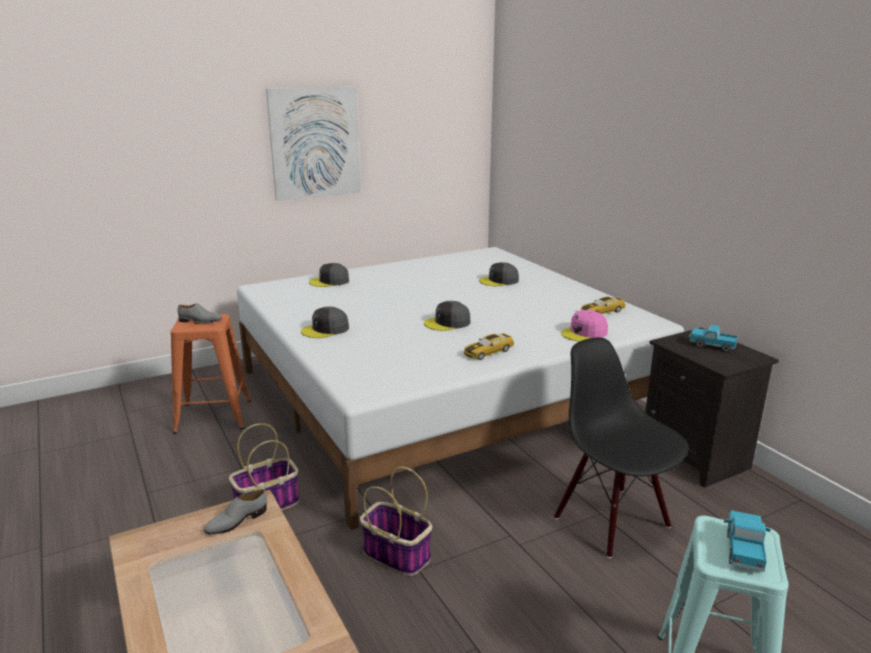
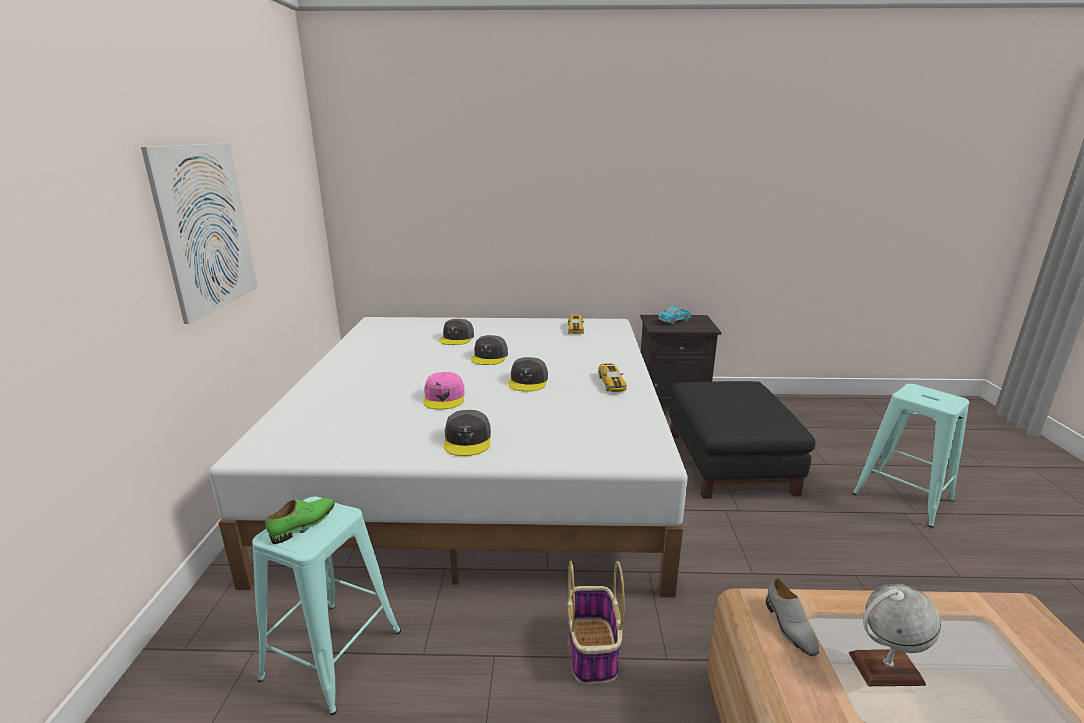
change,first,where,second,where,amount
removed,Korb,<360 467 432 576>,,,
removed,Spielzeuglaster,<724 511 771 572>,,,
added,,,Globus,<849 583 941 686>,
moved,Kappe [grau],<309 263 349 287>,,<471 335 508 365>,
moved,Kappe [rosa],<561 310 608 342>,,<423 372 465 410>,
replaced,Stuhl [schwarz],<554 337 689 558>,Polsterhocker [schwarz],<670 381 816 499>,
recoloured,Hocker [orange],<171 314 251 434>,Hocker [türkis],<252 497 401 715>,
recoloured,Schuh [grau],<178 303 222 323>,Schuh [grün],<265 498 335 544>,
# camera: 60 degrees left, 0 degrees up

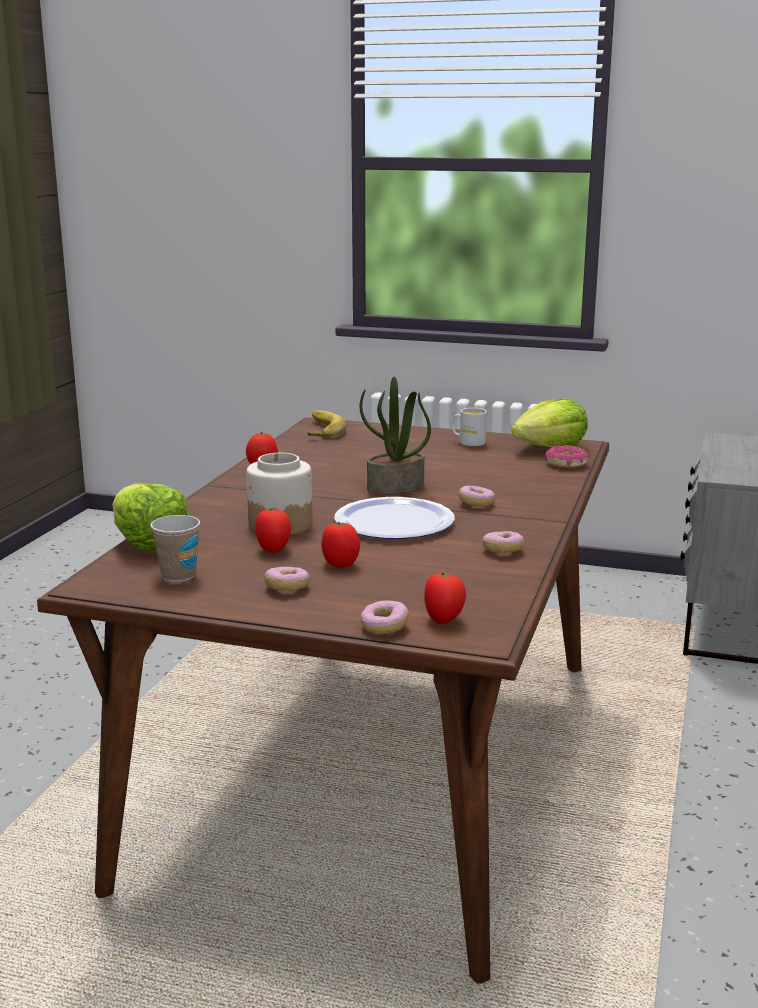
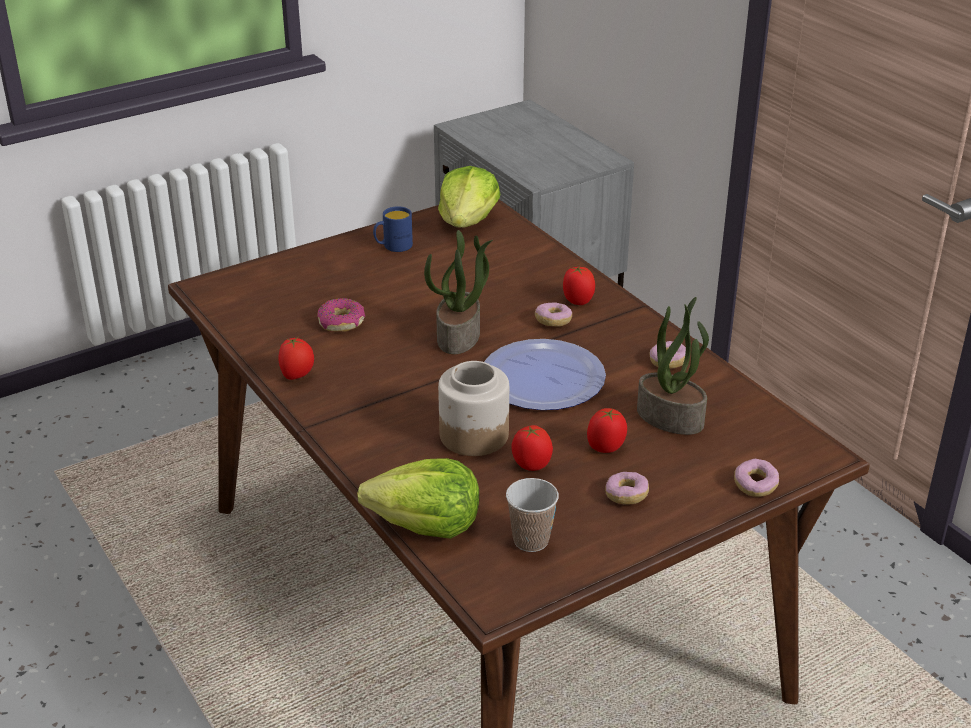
change,first,where,second,where,amount
removed,Banane,<308 411 347 439>,,,
added,,,Topfpflanze,<637 297 709 435>,
moved,Tomate,<424 572 466 624>,,<563 267 595 305>,
moved,Donut,<545 445 589 468>,,<317 298 365 332>,
recoloured,Henkelbecher [weiß],<451 408 487 446>,Henkelbecher [blau],<373 206 413 252>,
# camera: 50 degrees left, 15 degrees up

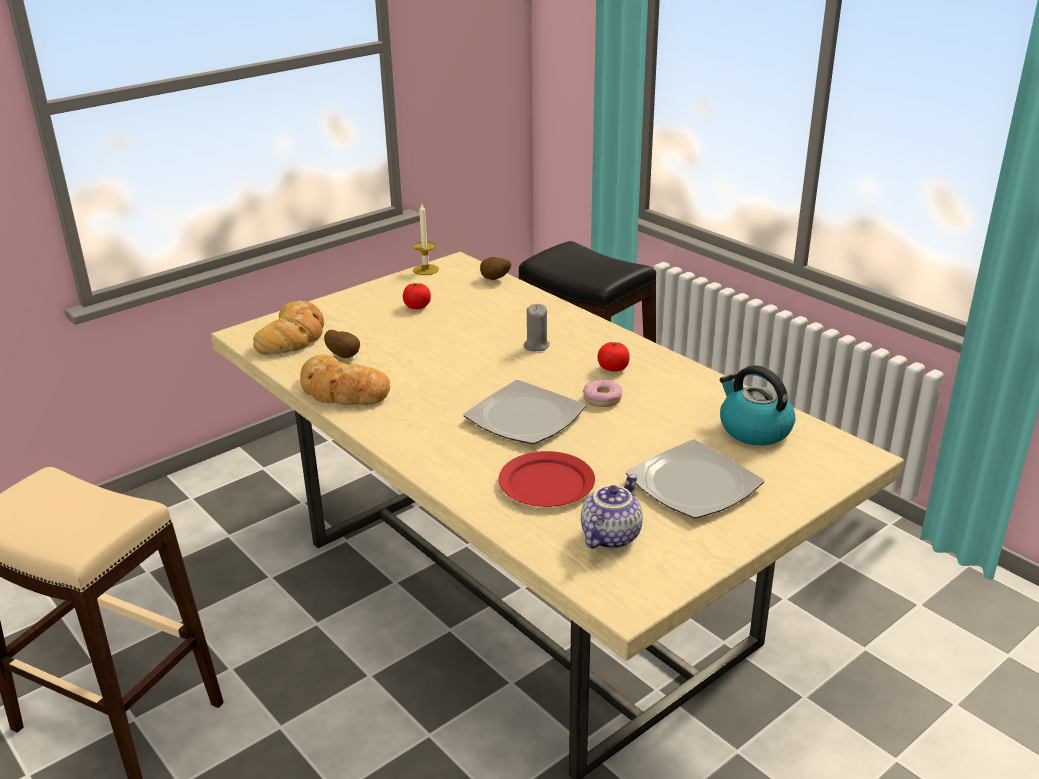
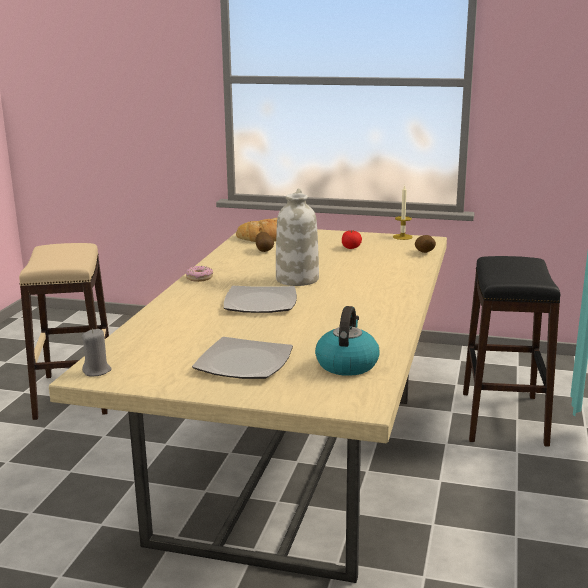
change,first,where,second,where,amount
removed,Brot,<300 354 390 405>,,,
removed,Teller [rot],<498 451 595 507>,,,
removed,Teekanne,<581 474 643 549>,,,
removed,Tomate,<597 342 630 372>,,,
added,,,Vase [weiß],<276 188 319 286>,
moved,Kerze [grau],<524 304 550 351>,,<82 329 112 376>,
moved,Donut,<583 380 622 407>,,<186 266 213 282>,
# camera: 55 degrees right, 10 degrees down

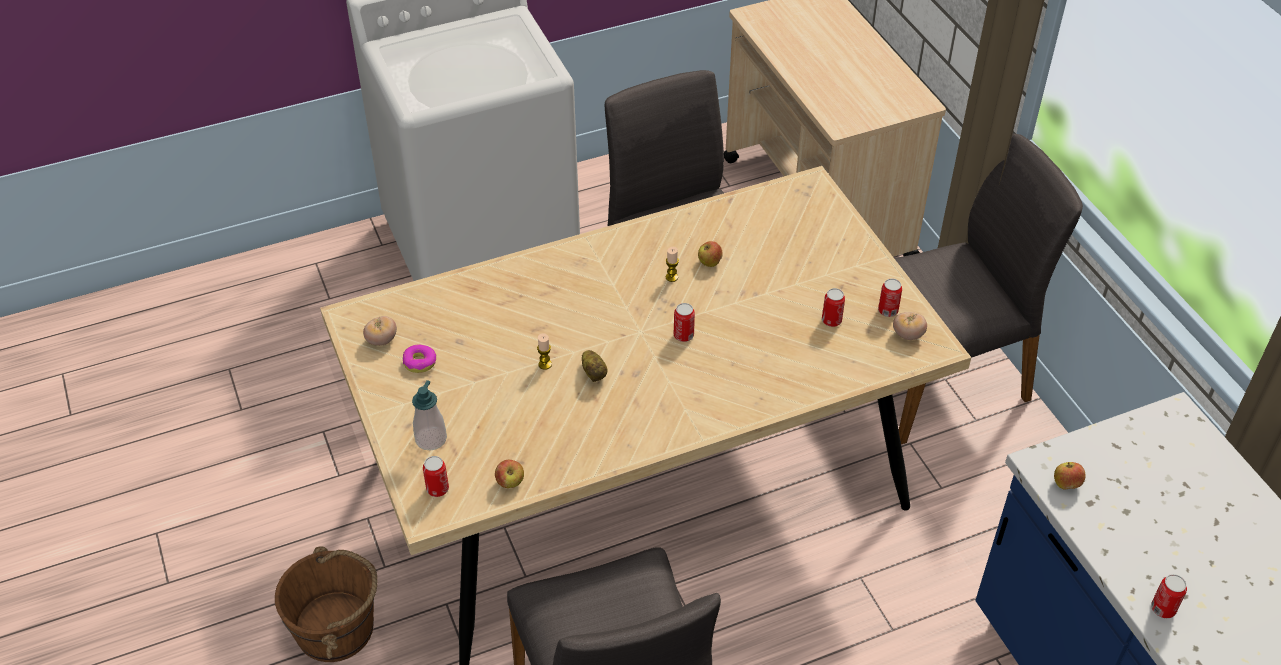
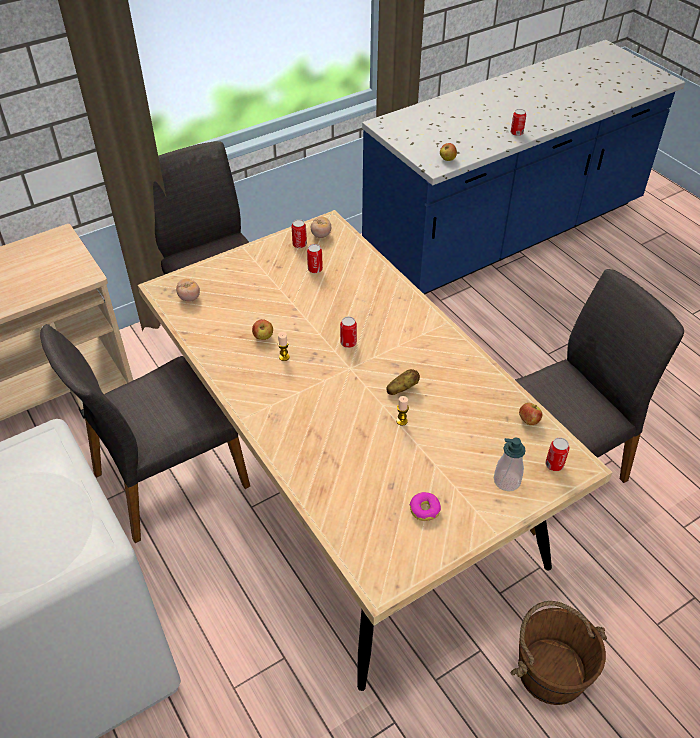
change,first,where,second,where,amount
moved,Tomate,<363 316 397 346>,,<176 279 200 302>,
# camera: 100 degrees left, 0 degrees up

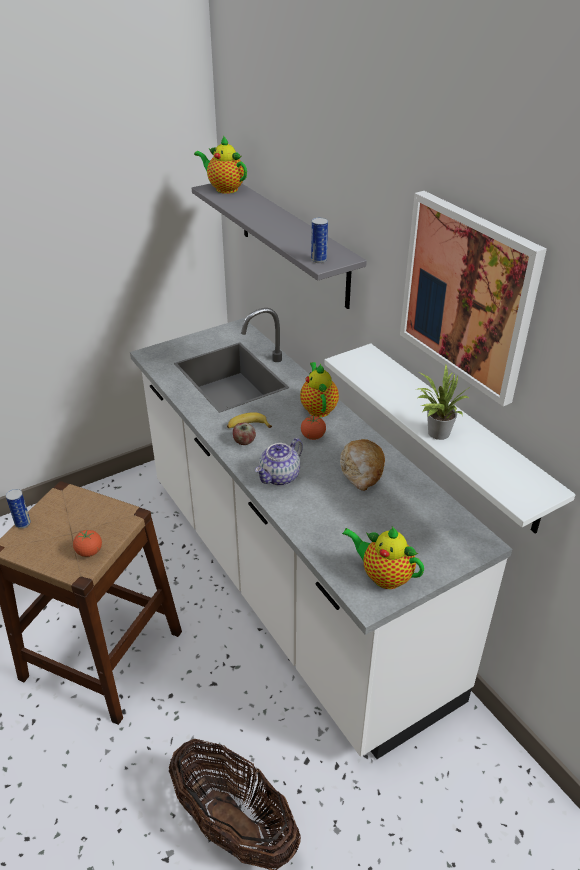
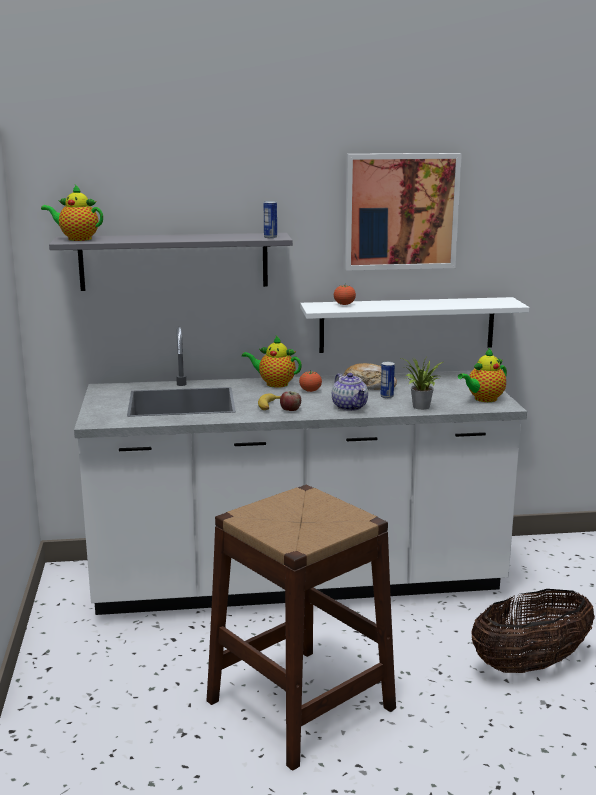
change,first,where,second,where,amount
moved,Dose,<6 489 31 529>,,<380 362 395 398>,
moved,Tomate,<73 529 102 557>,,<334 285 356 305>,
moved,Topfpflanze,<416 365 470 440>,,<401 358 443 410>,
turned,Teekanne,<194 136 247 194>,,<41 185 103 241>,45 degrees clockwise
# camera: 65 degrees left, 20 degrees down

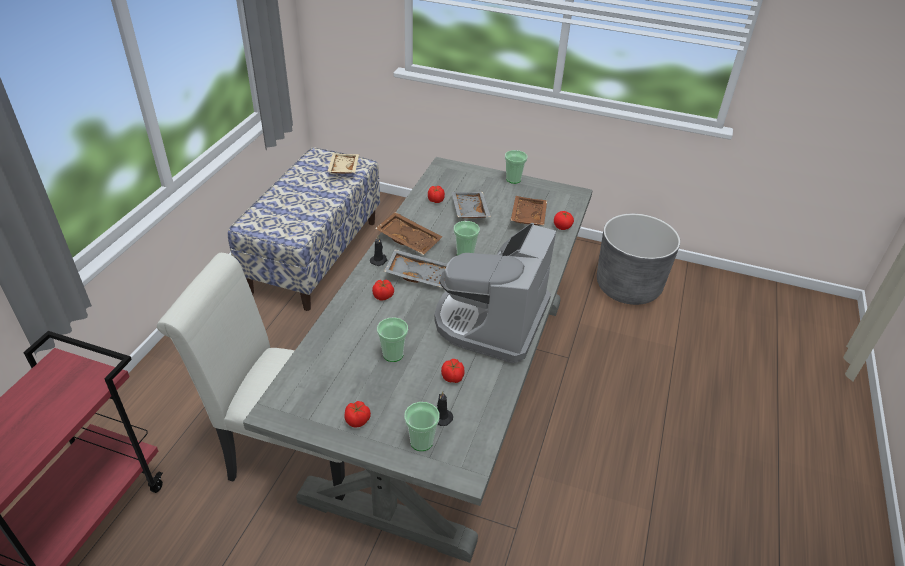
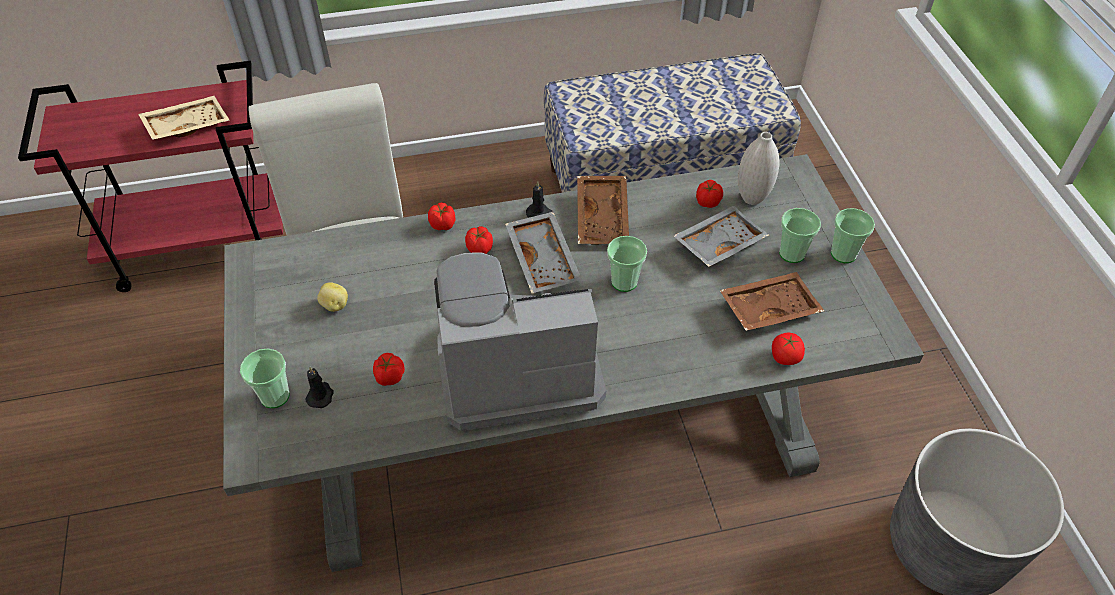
change,first,where,second,where,amount
added,,,Kartoffel,<317 282 348 312>,
added,,,Vase [weiß],<738 132 780 205>,
moved,Tablett [beige],<327 153 359 174>,,<138 96 230 140>,
moved,Tomate,<344 401 371 428>,,<428 202 455 230>,
moved,Tasse,<377 318 408 362>,,<779 208 821 263>,
# camera: 60 degrees right, 10 degrees up

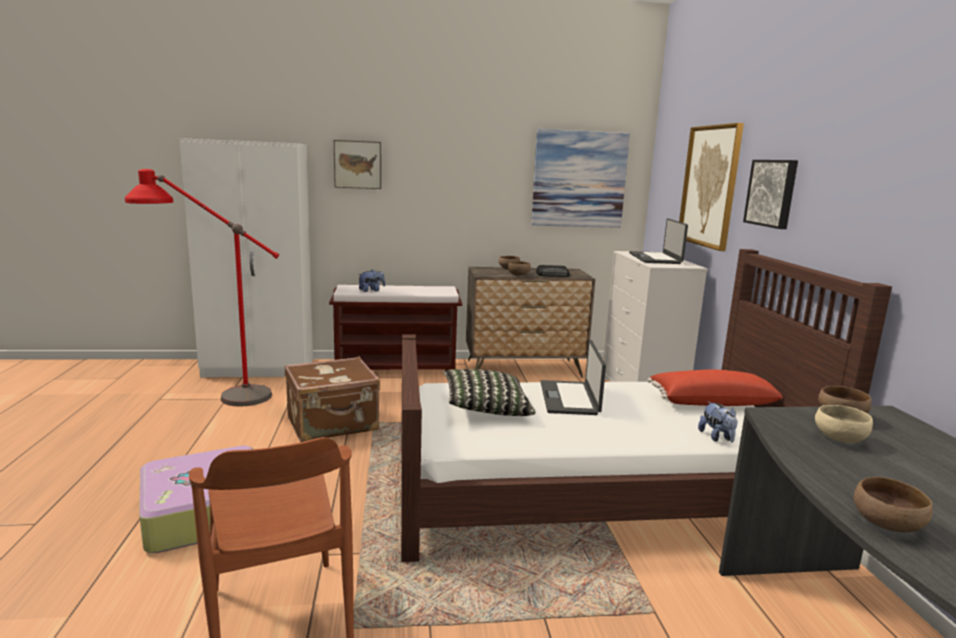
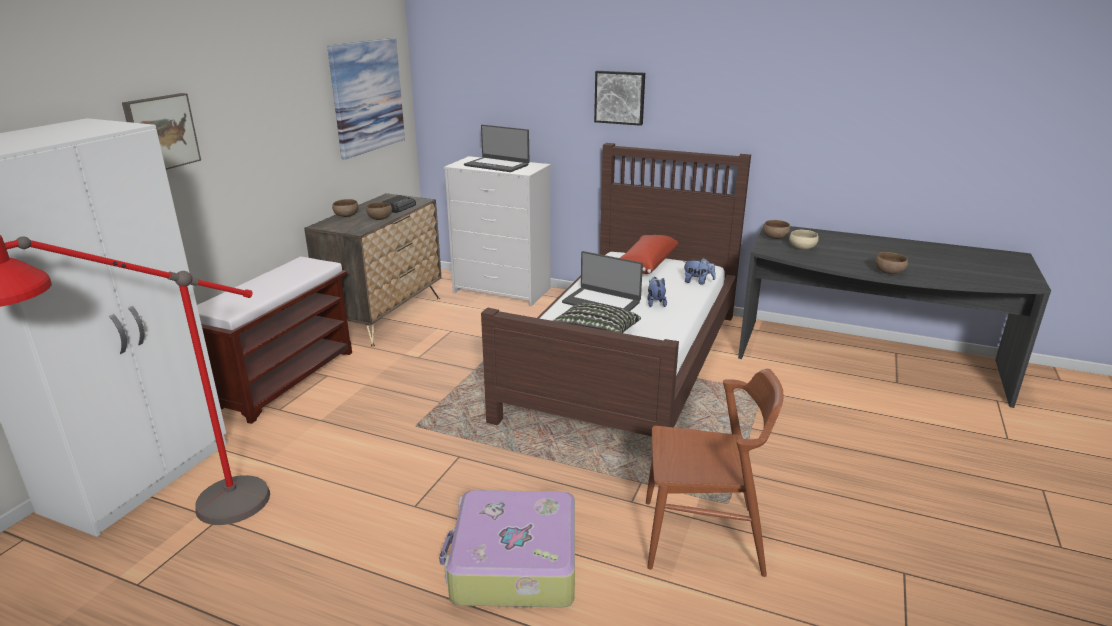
change,first,where,second,where,amount
removed,Koffer [braun],<284 356 380 442>,,,
removed,Bild,<679 123 744 251>,,,
moved,Plüschtier,<358 270 385 292>,,<647 277 667 307>,
# camera: 60 degrees left, 10 degrees up

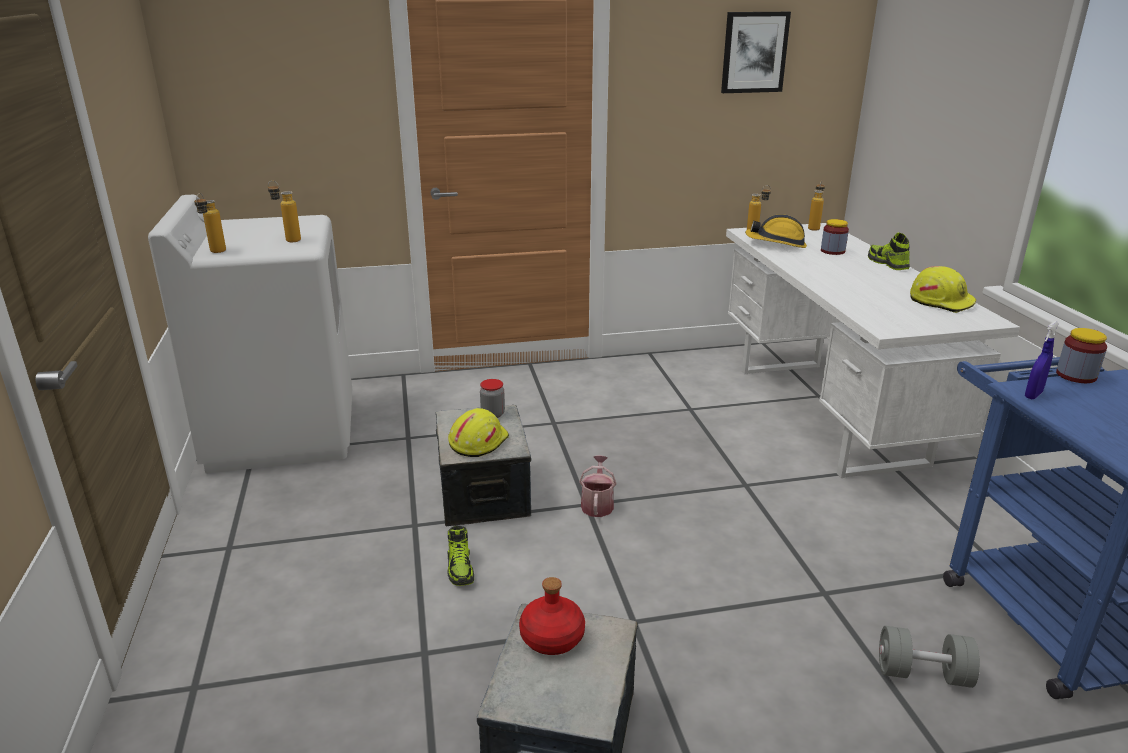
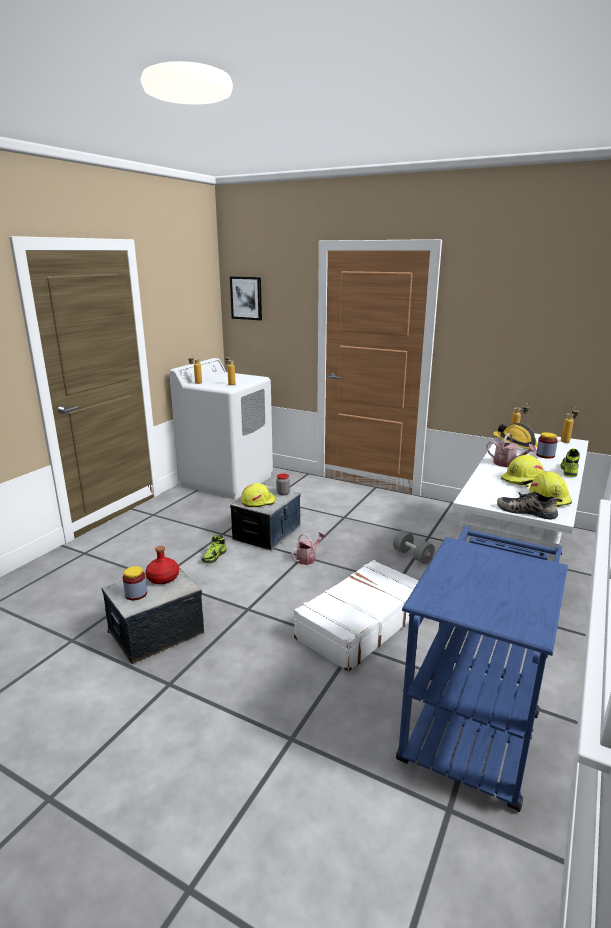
change,first,where,second,where,amount
removed,Sprühflasche [blau],<1025 321 1059 399>,,,
added,,,Koffer [weiß],<294 560 419 672>,
added,,,Gießkanne,<486 433 536 467>,
added,,,Schuh,<497 491 563 520>,
added,,,Schutzhelm [gelb],<501 455 544 487>,
moved,Bild,<721 12 791 93>,,<230 276 262 320>,
moved,Hantel [grau],<879 626 980 688>,,<393 530 435 564>,
moved,Vorratsglas,<1056 328 1107 383>,,<123 566 147 601>,
# camera: 40 degrees right, 5 degrees down

